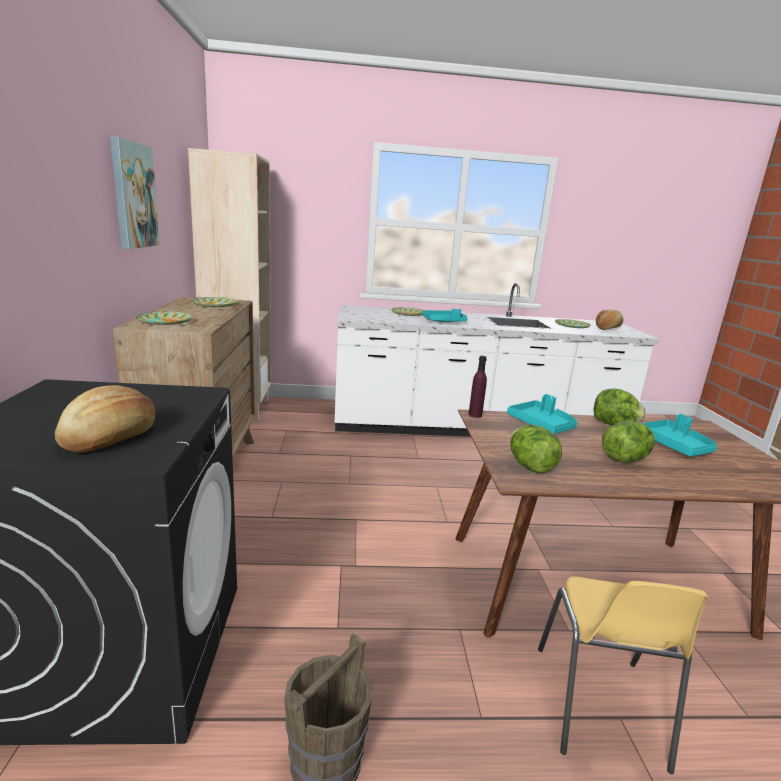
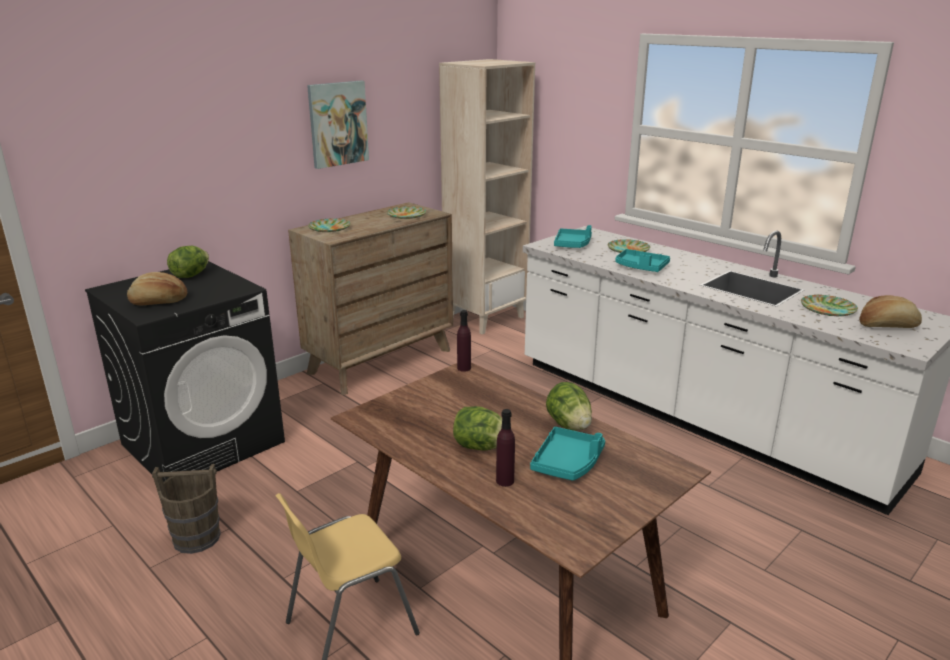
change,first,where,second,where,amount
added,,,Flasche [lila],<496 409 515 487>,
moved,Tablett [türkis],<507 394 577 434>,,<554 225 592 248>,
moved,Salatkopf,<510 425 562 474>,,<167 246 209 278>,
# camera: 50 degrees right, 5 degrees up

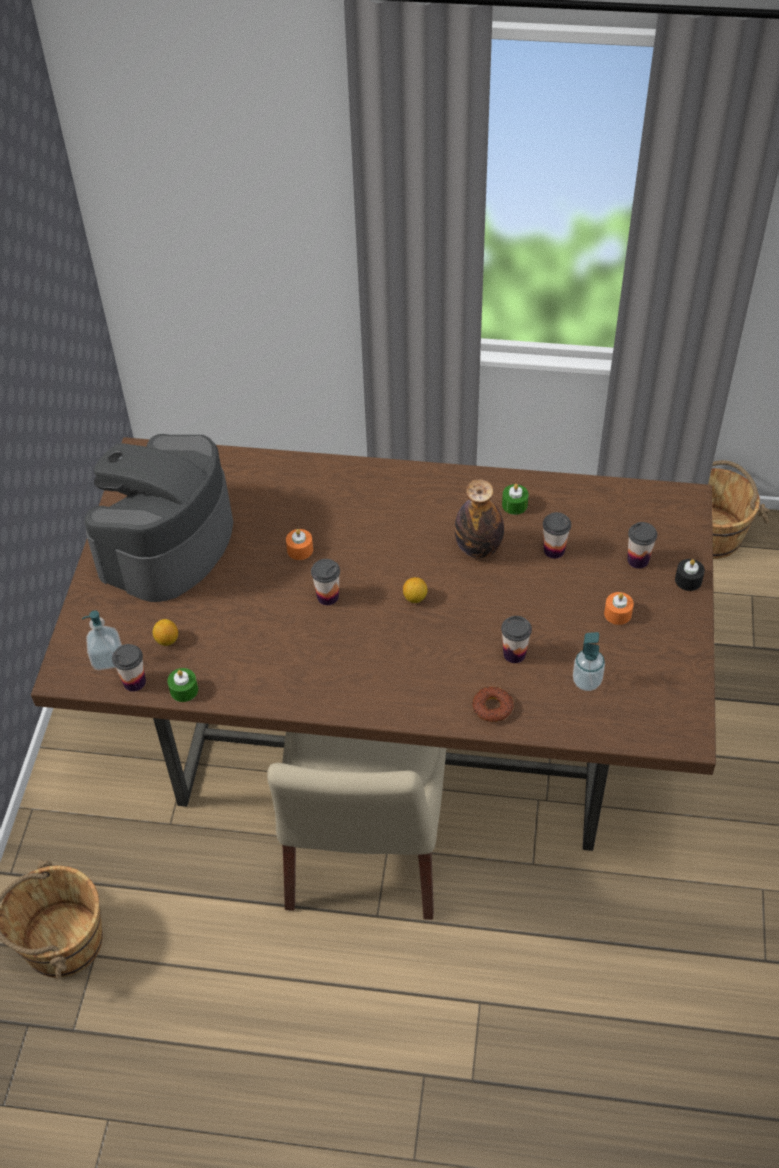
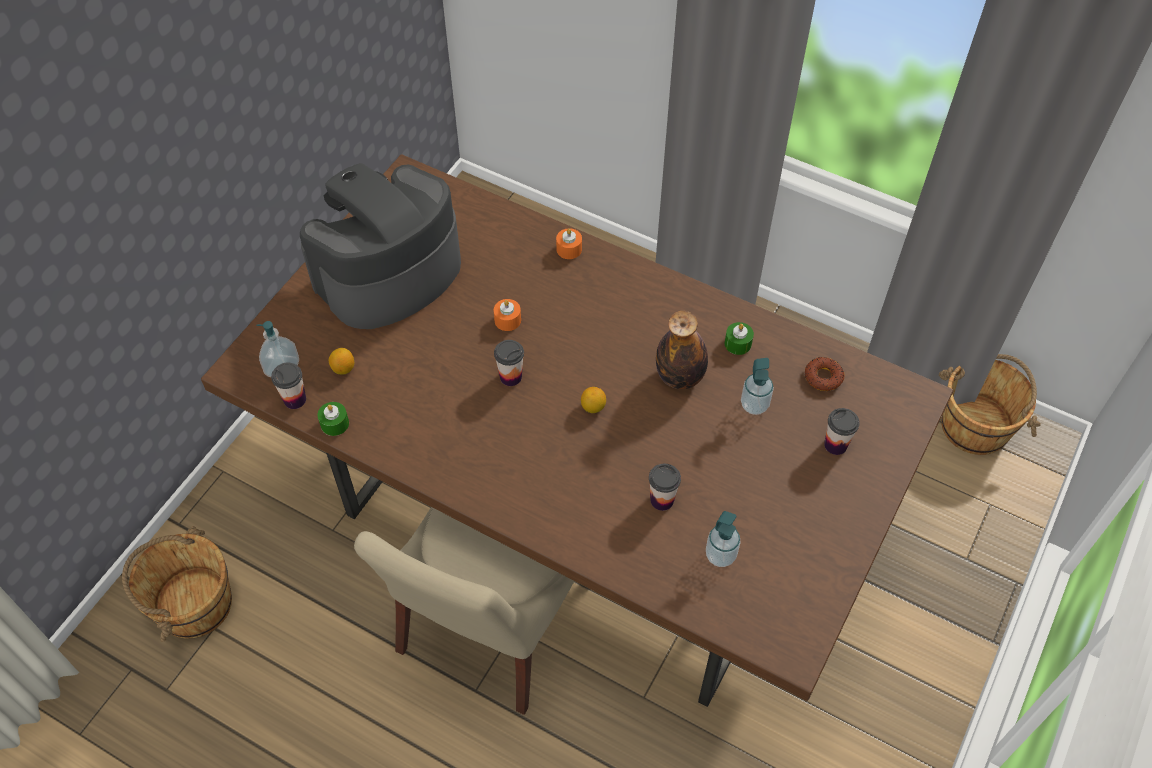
change,first,where,second,where,amount
removed,Kerze [schwarz],<675 559 705 591>,,,
moved,Donut,<472 687 514 722>,,<804 357 845 391>,
moved,Kerze [orange],<604 592 634 625>,,<556 228 582 259>,
replaced,Tasse,<543 512 571 559>,Seifenspender,<741 358 774 415>,
# camera: 20 degrees right, 5 degrees up

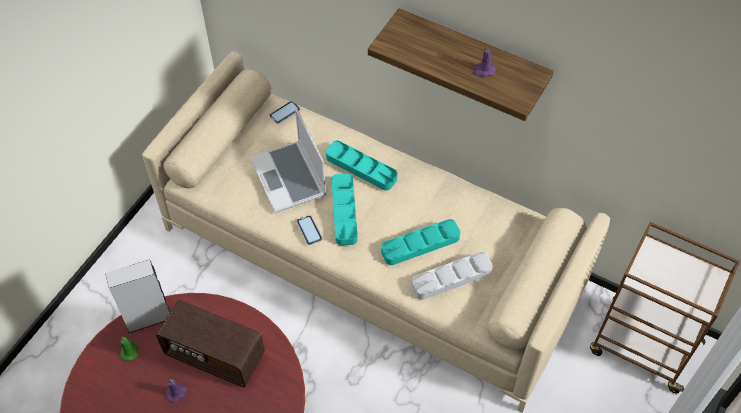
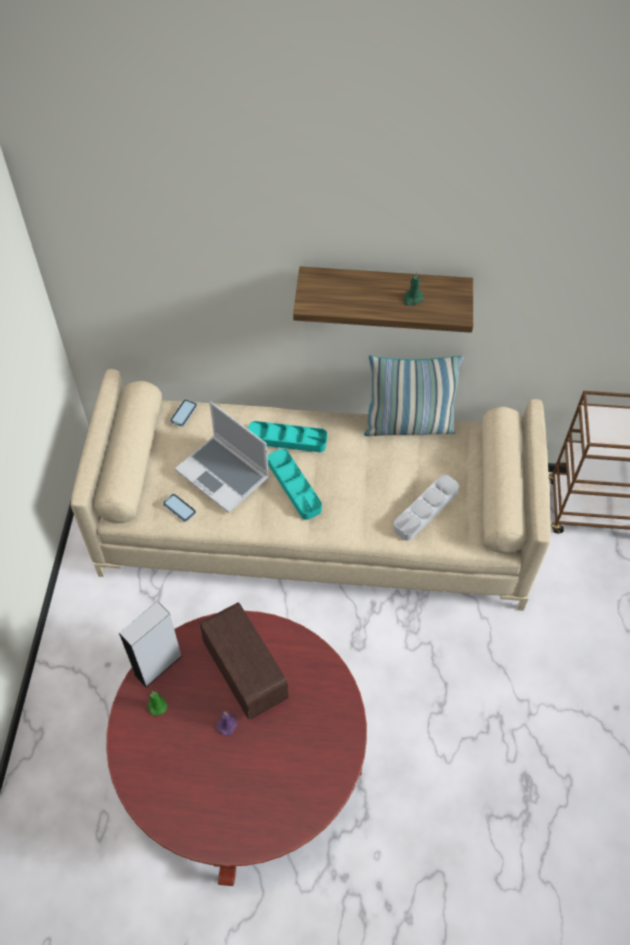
change,first,where,second,where,amount
removed,Tablett [türkis],<381 219 460 265>,,,
added,,,Kissen,<364 355 464 436>,
moved,Handy,<297 215 322 245>,,<163 494 196 522>,
recoloured,Kerze [lila],<473 45 496 77>,Kerze [grün],<404 272 424 306>,
turned,Radio,<156 300 265 387>,,<199 602 289 720>,120 degrees counterclockwise
# camera: 25 degrees left, 0 degrees up

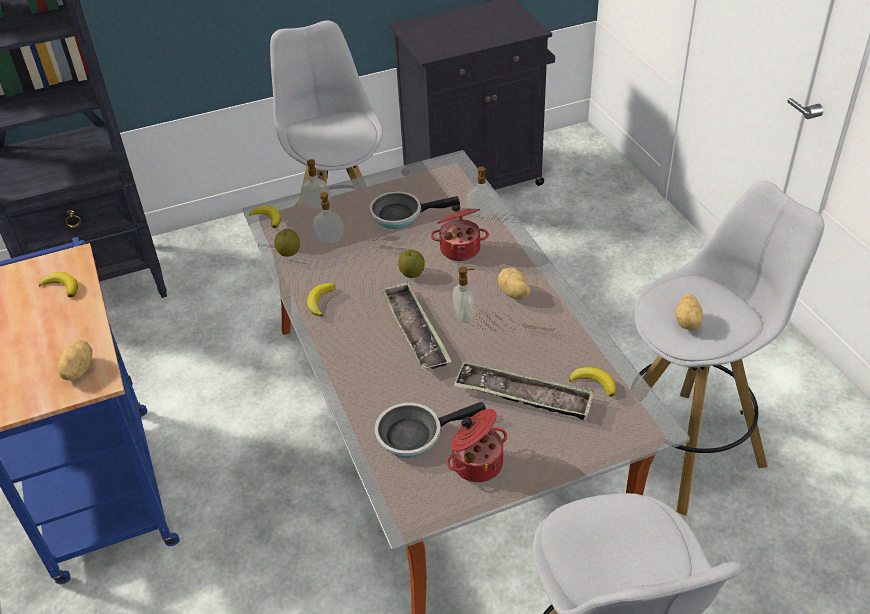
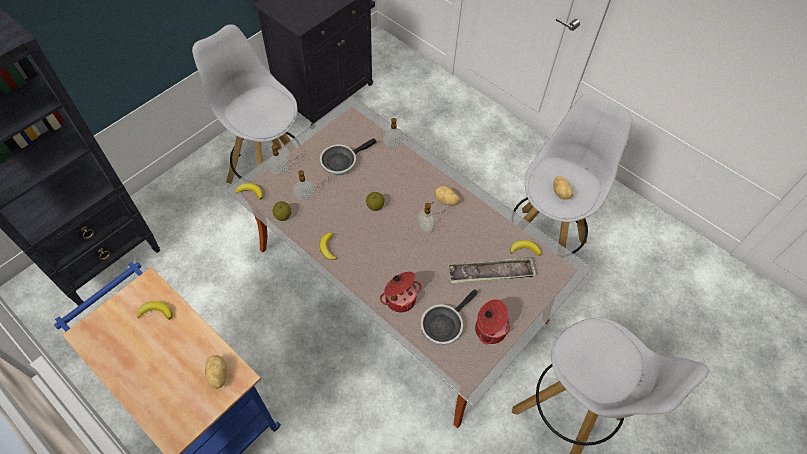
change,first,where,second,where,amount
removed,Tablett,<381 282 452 369>,,,
moved,Kochtopf,<431 204 489 261>,,<380 272 422 312>,
# camera: 30 degrees left, 15 degrees up

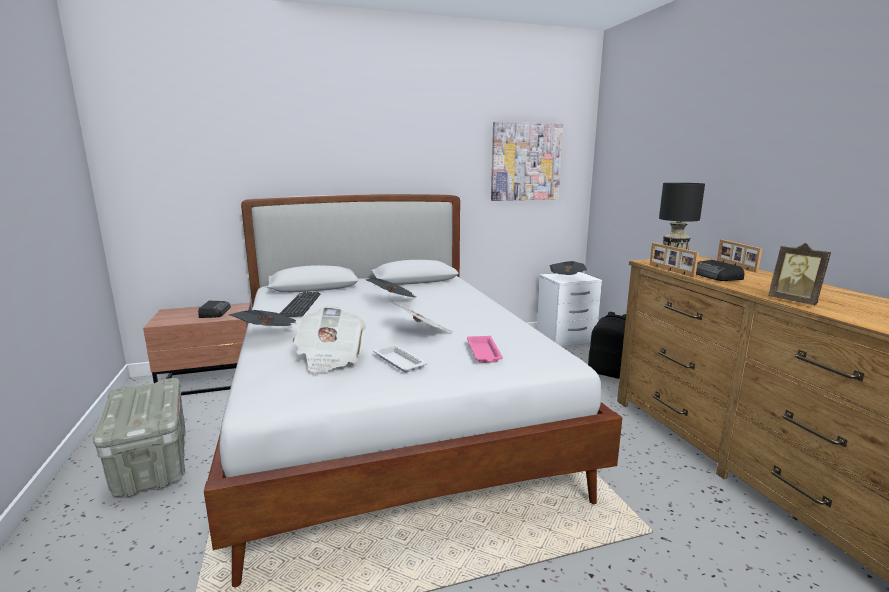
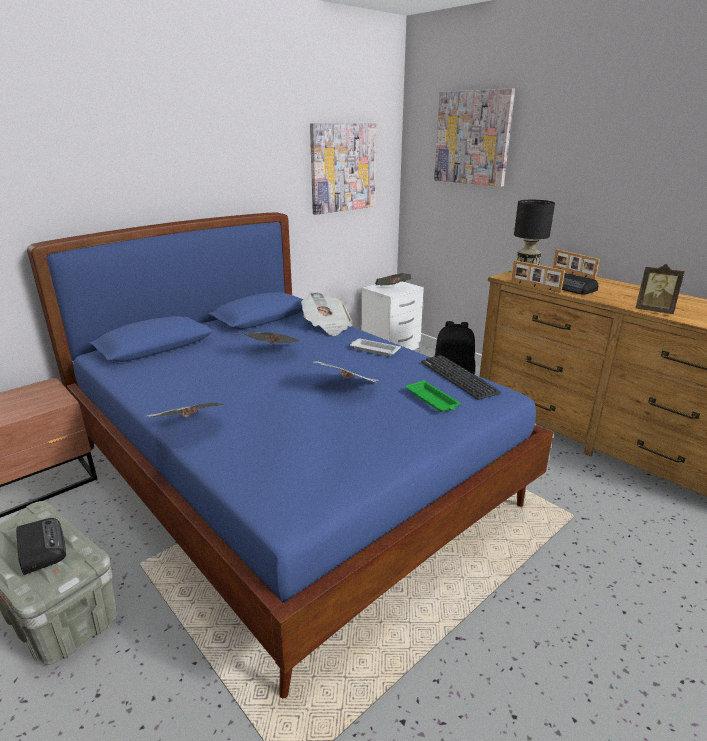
change,first,where,second,where,amount
added,,,Bild,<434 88 515 187>,
moved,Radio,<198 301 231 318>,,<16 518 66 575>,
moved,Tastatur,<279 292 320 317>,,<421 355 501 400>,
moved,Zeitung,<293 306 366 373>,,<301 292 352 336>,
moved,Tablett [weiß],<373 345 428 372>,,<350 339 401 356>,
recoloured,Bett [weiß],<204 194 623 587>,Bett [blau],<27 212 553 698>,
recoloured,Tablett [rosa],<467 336 503 363>,Tablett [grün],<406 380 461 412>,
# camera: 25 degrees left, 10 degrees up

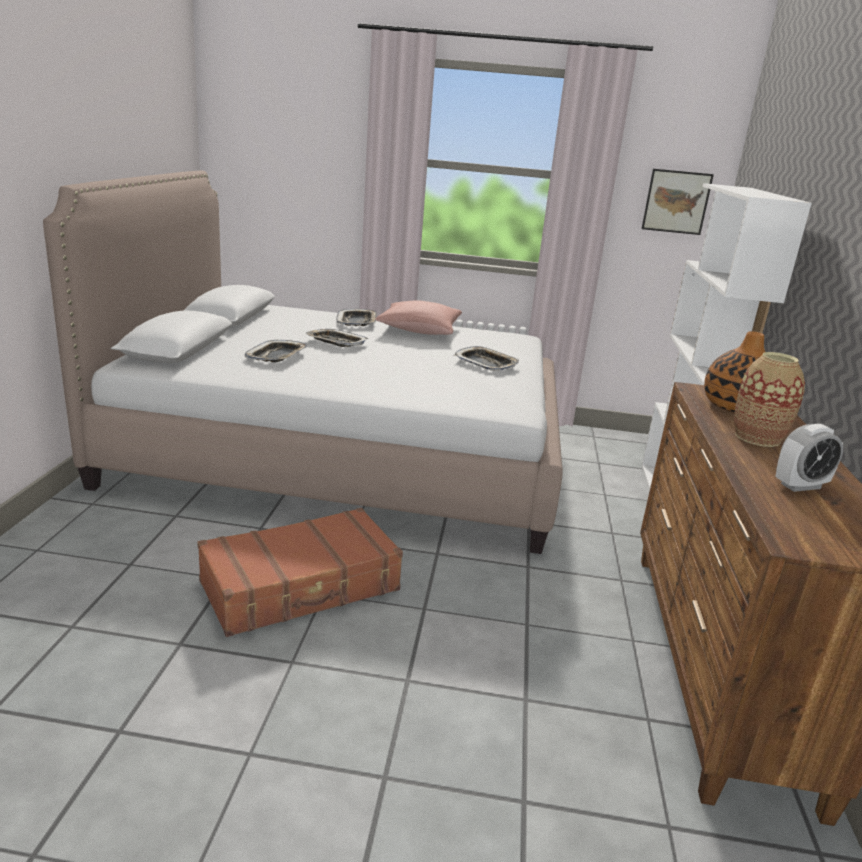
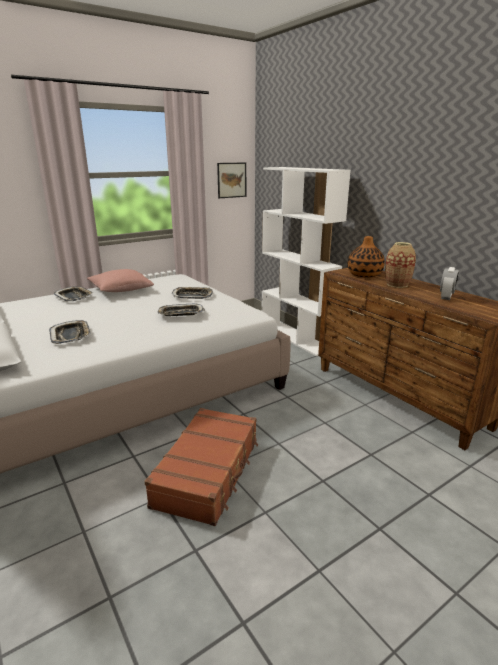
change,first,where,second,where,amount
moved,Tablett,<305 329 368 347>,,<157 304 205 316>,
# camera: 40 degrees left, 0 degrees up

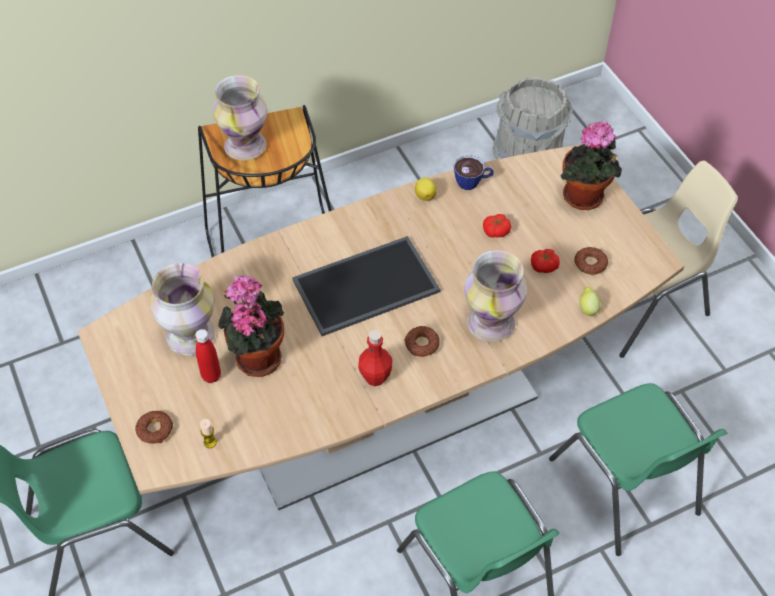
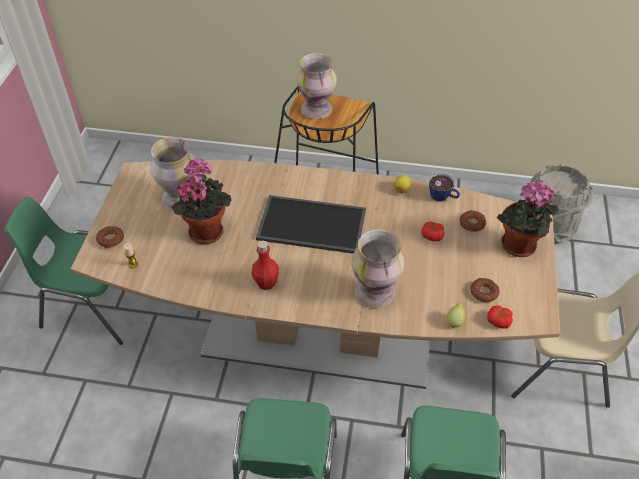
change,first,where,second,where,amount
removed,Flasche [rot],<195 329 221 383>,,,
moved,Donut,<404 326 440 357>,,<460 210 486 232>,
moved,Tomate,<531 249 560 273>,,<487 305 513 329>,
# camera: 35 degrees right, 5 degrees down

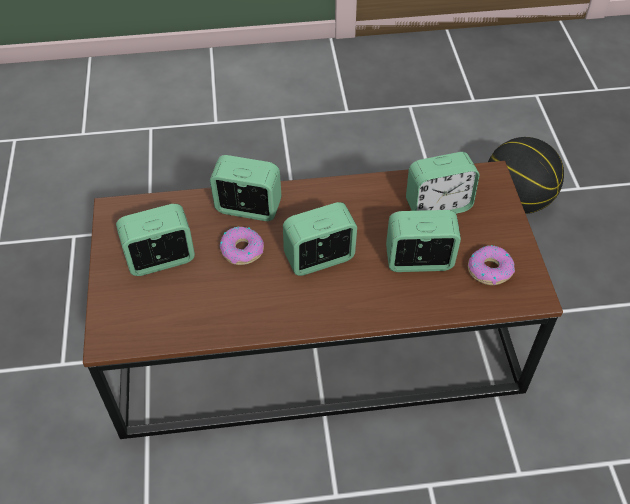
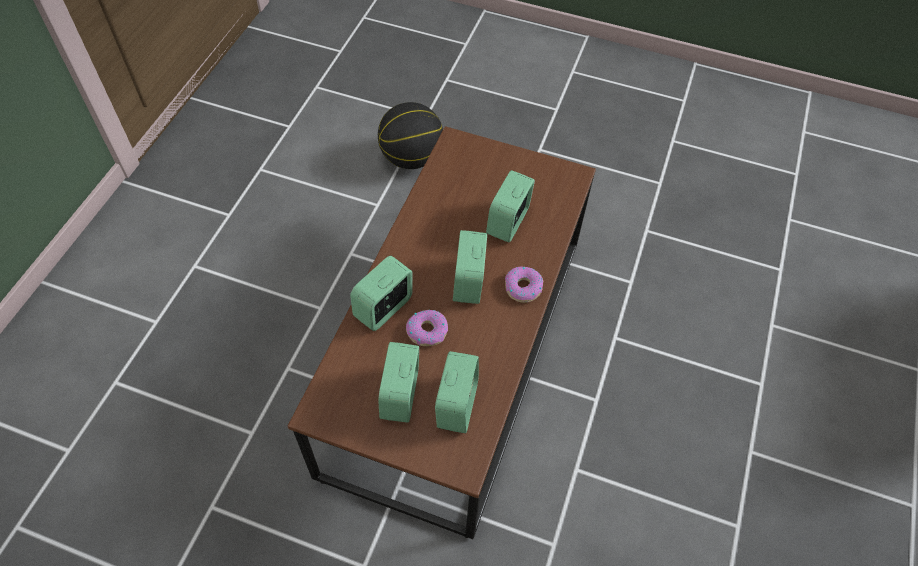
change,first,where,second,where,amount
moved,Wecker,<406 152 480 214>,,<435 351 479 433>,
moved,Donut,<468 245 515 285>,,<505 266 543 303>,
# camera: 65 degrees left, 5 degrees up

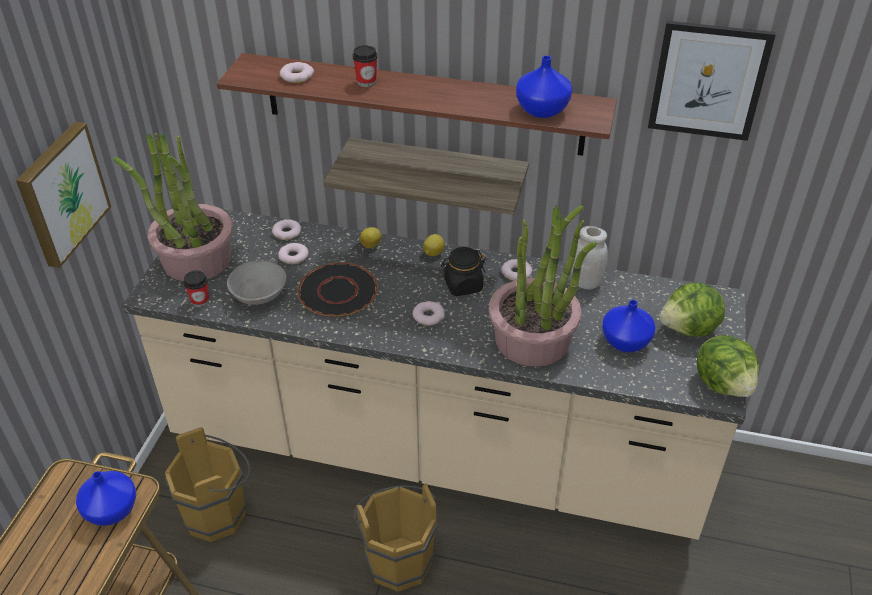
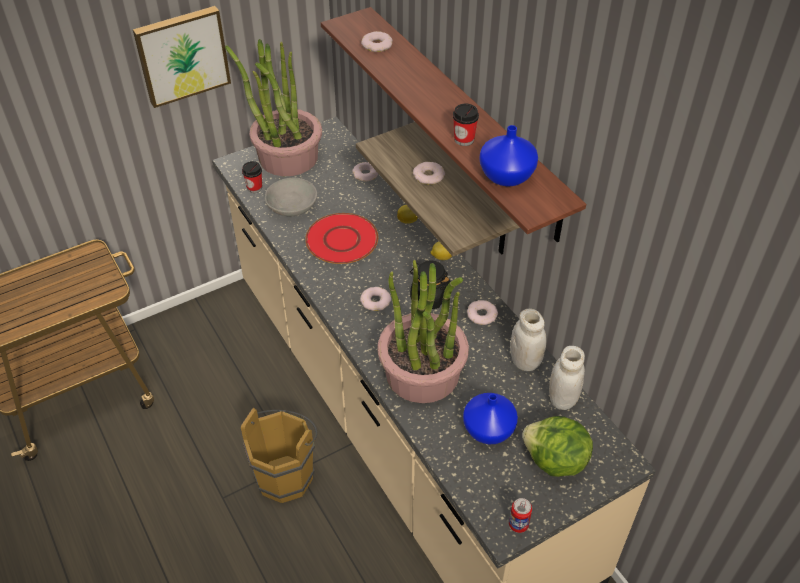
change,first,where,second,where,amount
removed,Vase [blau],<76 471 136 526>,,,
removed,Eimer [braun],<165 427 251 542>,,,
removed,Bild,<648 21 776 141>,,,
added,,,Vorratsglas [weiß],<549 346 585 410>,
moved,Donut,<278 243 309 264>,,<413 162 445 185>,
moved,Tasse,<352 45 378 87>,,<453 104 479 146>,
replaced,Salatkopf,<697 335 759 397>,Dose,<509 498 532 533>,
recoloured,Teller [schwarz],<298 263 378 317>,Teller [rot],<305 213 378 264>,
# camera: 45 degrees right, 5 degrees up

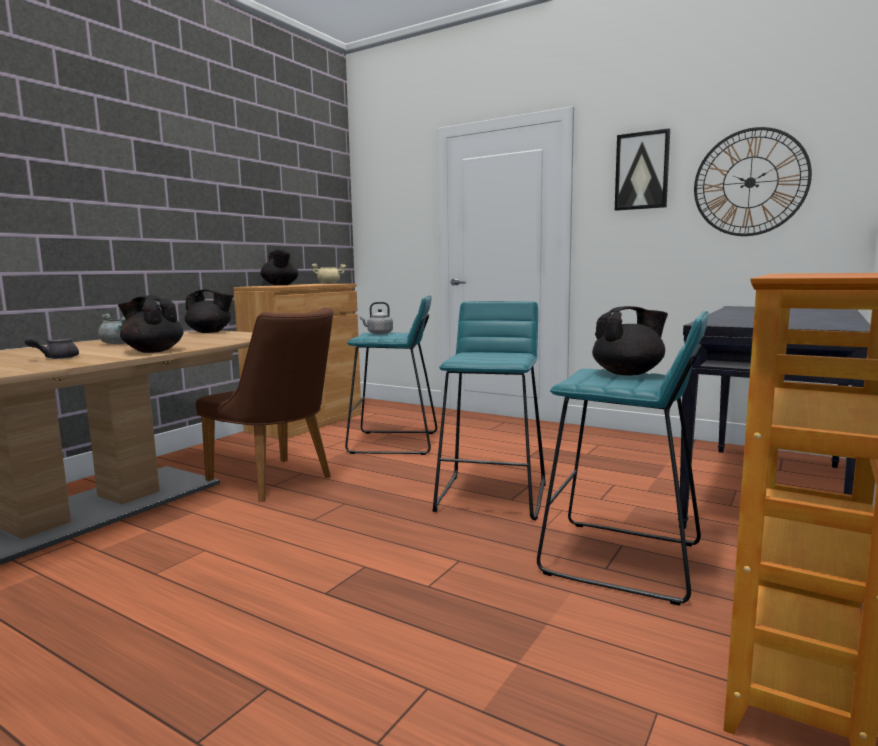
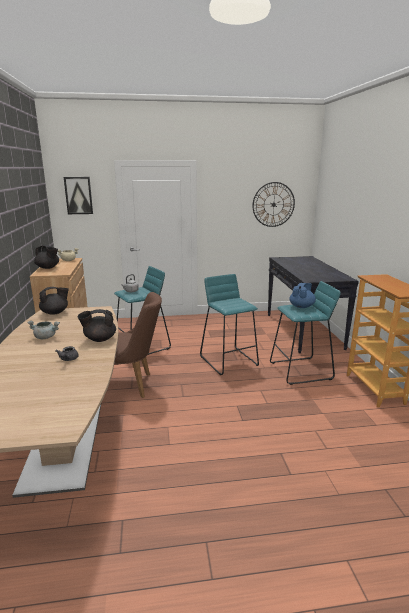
change,first,where,second,where,amount
moved,Bild,<615 129 670 211>,,<64 177 93 214>,
recoloured,Teekanne [schwarz],<592 306 668 375>,Teekanne [blau],<289 283 316 308>,
# camera: 40 degrees left, 10 degrees up

